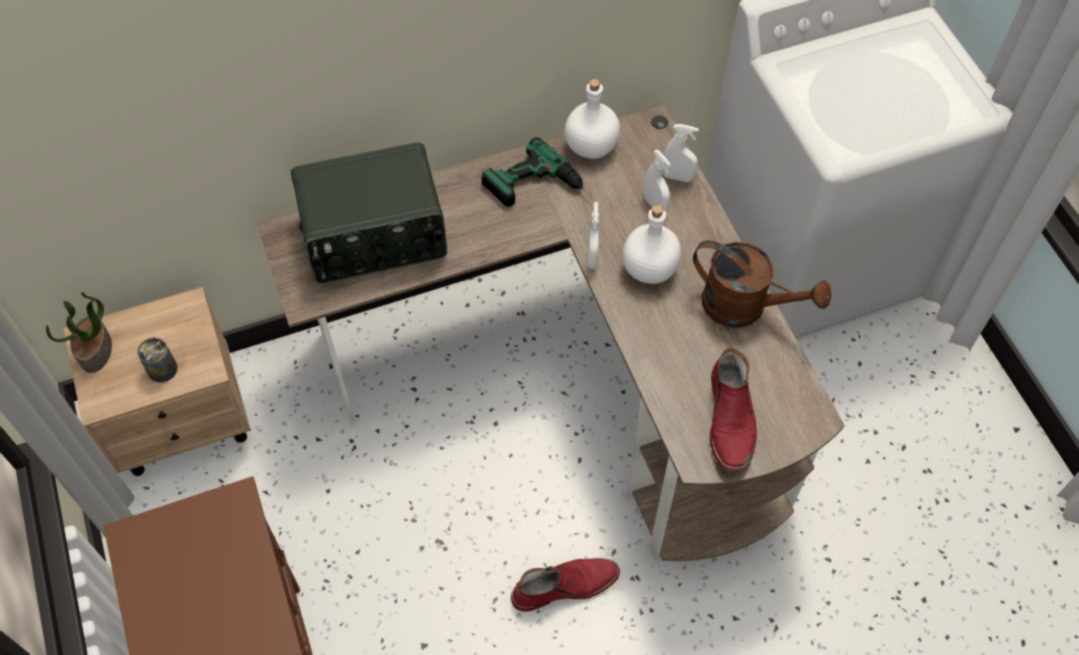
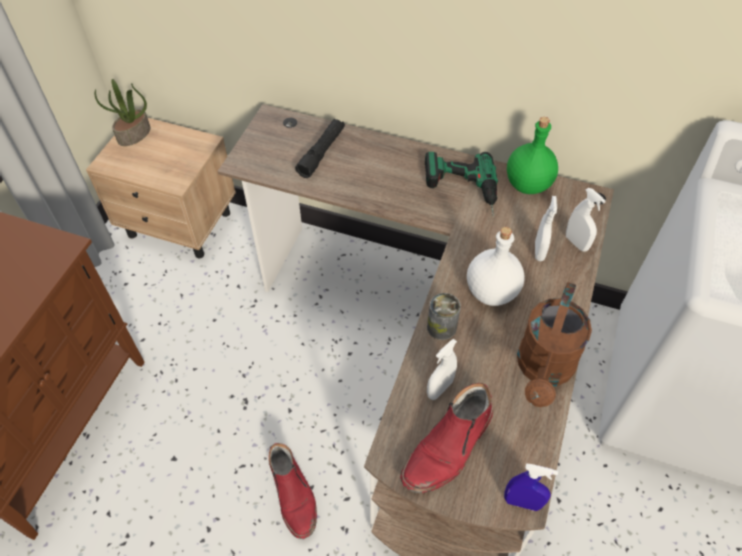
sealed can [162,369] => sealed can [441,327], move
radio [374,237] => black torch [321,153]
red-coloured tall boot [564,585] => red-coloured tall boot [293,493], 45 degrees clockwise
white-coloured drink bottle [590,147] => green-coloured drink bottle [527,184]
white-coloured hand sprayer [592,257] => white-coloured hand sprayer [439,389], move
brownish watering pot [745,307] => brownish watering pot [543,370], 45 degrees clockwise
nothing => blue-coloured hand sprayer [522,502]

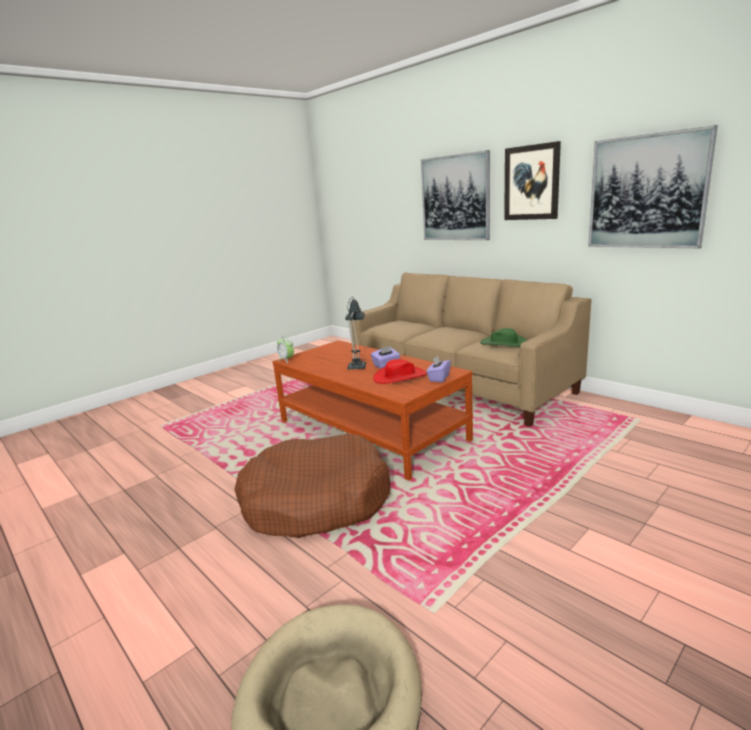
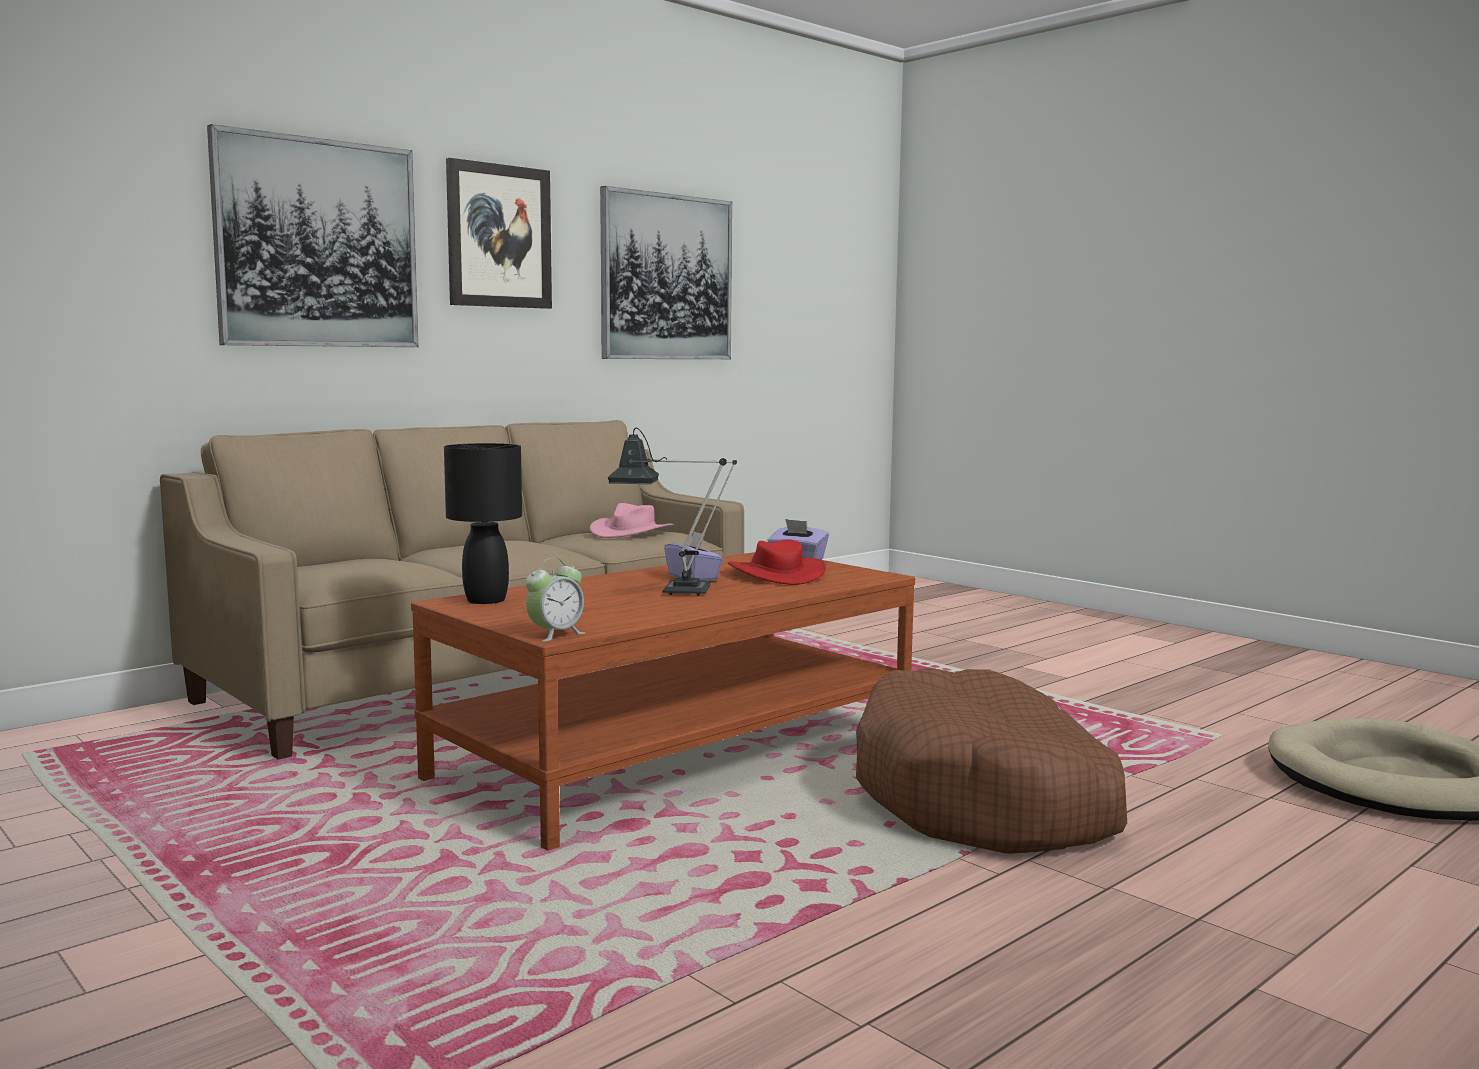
green-coloured clothing hat [504,343] => pinkish clothing hat [631,532]
nothing => black table lamp [486,600]

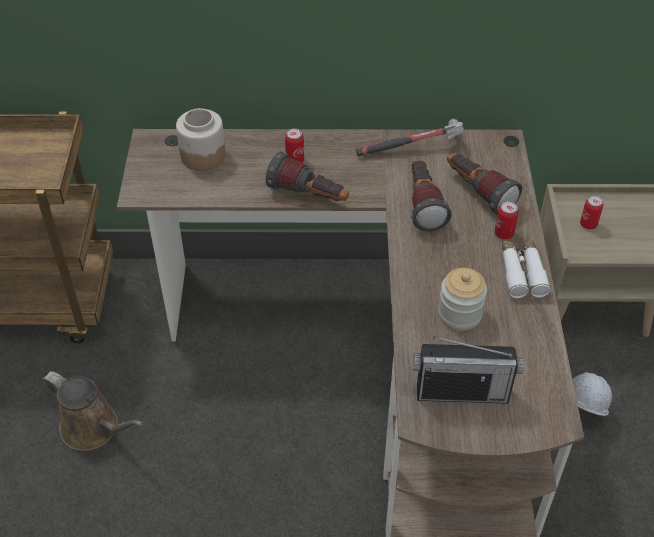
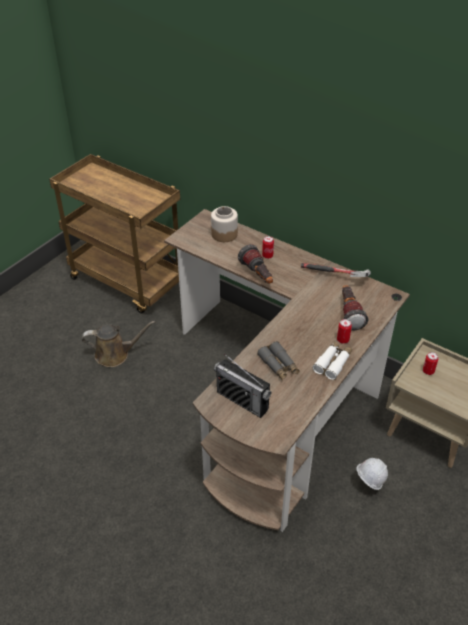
brownish watering pot [94,429] => brownish watering pot [115,354], 75 degrees counterclockwise
torch [423,204] => nothing
storage jar [459,314] => grey field glasses [278,365]

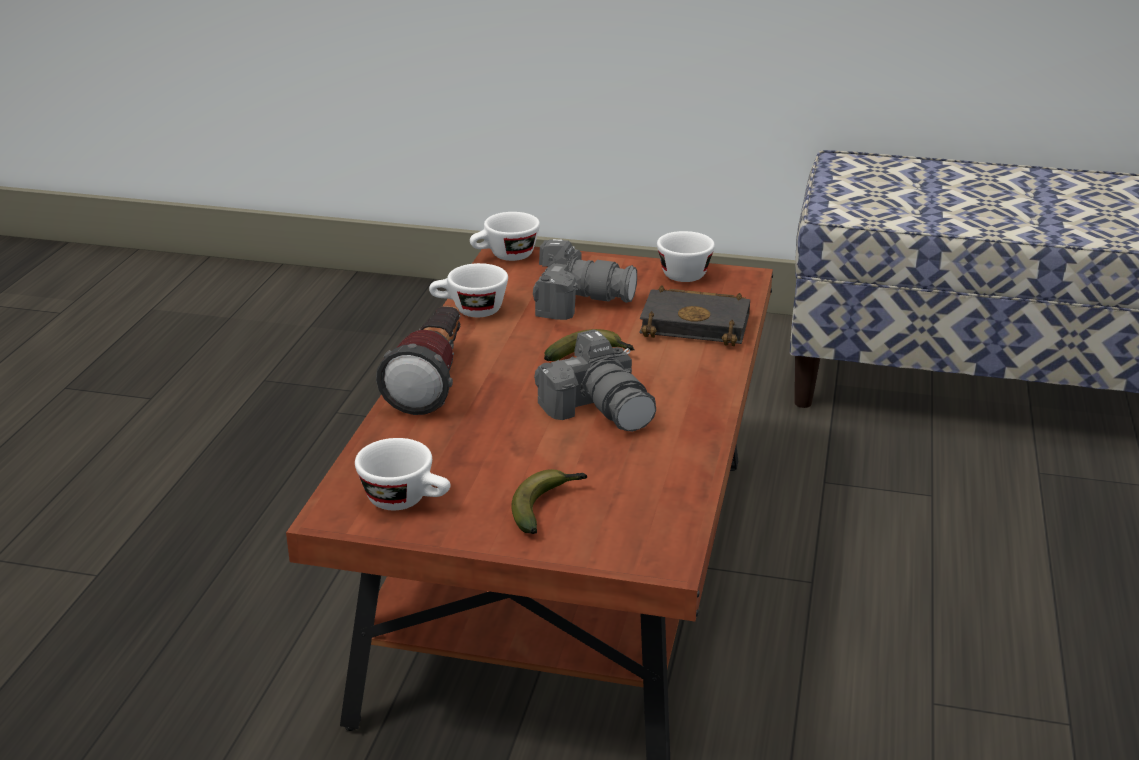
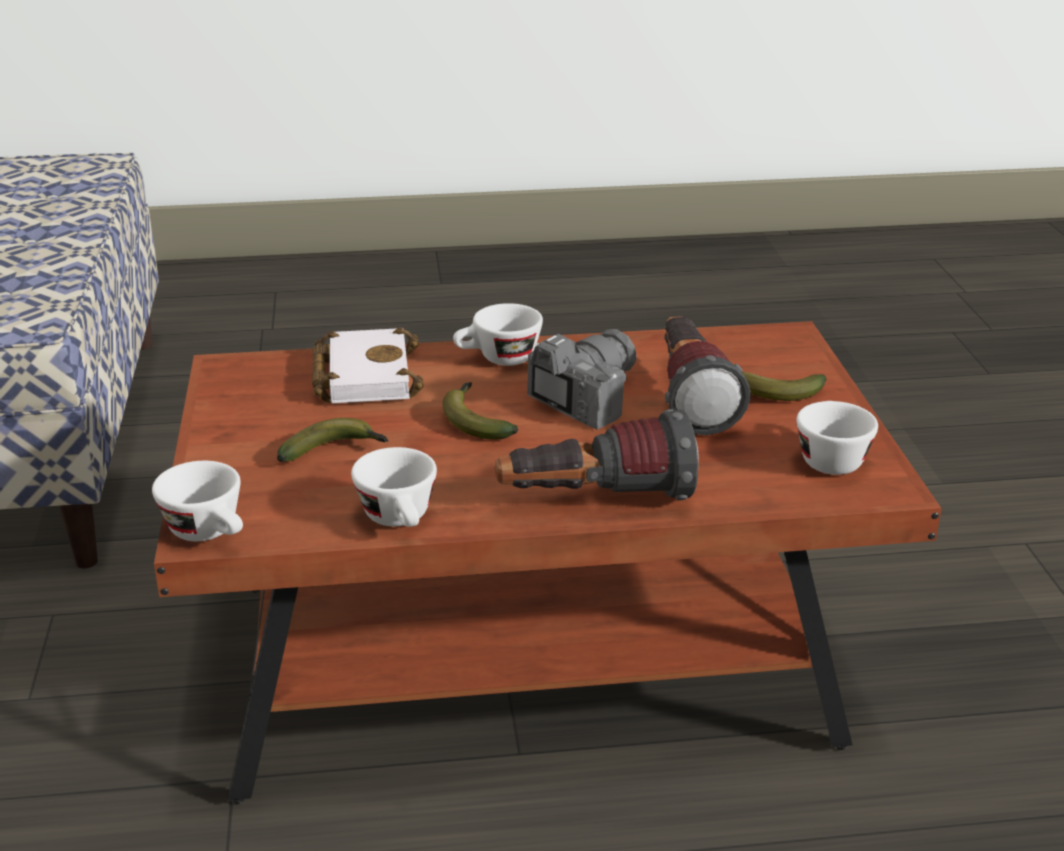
still camera [579,301] => banana [335,451]
black book [698,324] => white-coloured book [363,375]
white-coloured cup [683,272] => white-coloured cup [498,359], move
nothing => torch [690,397]

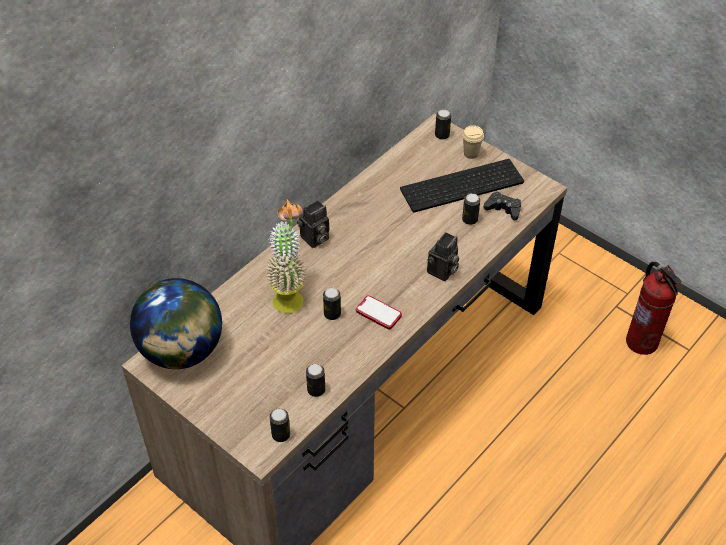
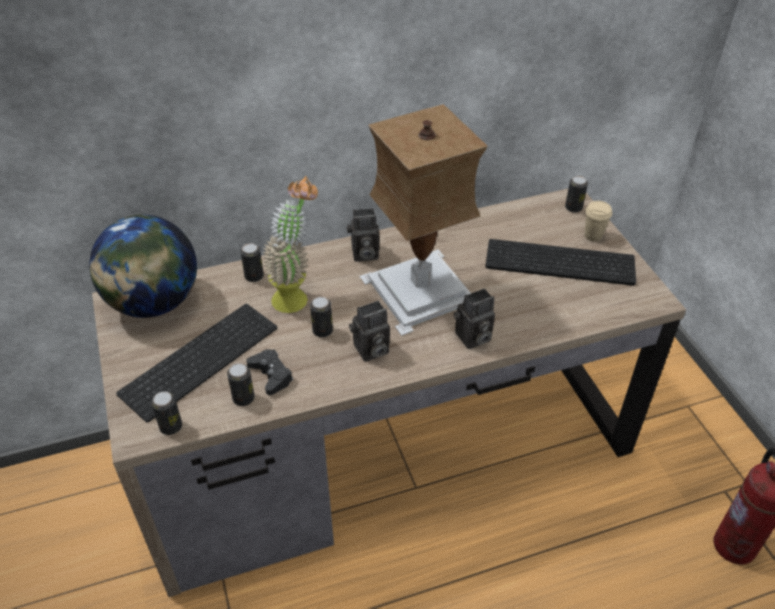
phone [378,313] => still camera [370,351]
sealed can [469,219] => sealed can [254,276], move
black game controller [503,209] => black game controller [271,375], move
nothing => PC keyboard [199,357]
nothing => table lamp [421,288]

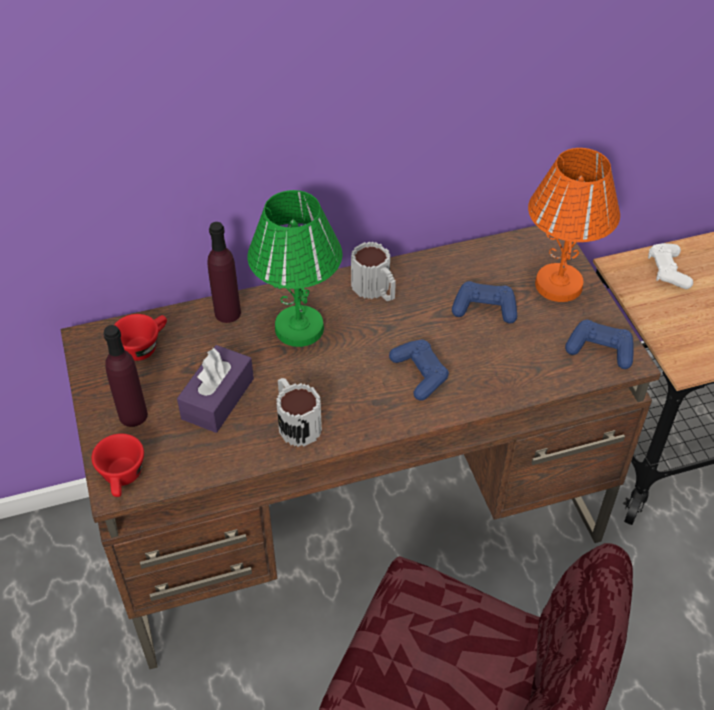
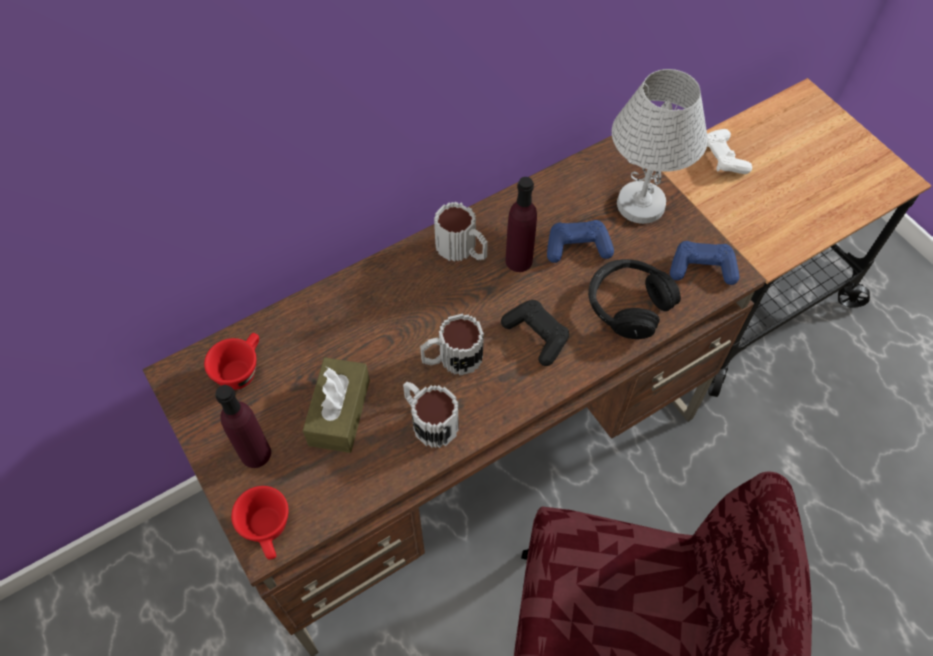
purple-coloured box of tissues [218,398] => brownish box of tissues [339,412]
purple-coloured drink bottle [227,313] => purple-coloured drink bottle [518,261], move
green-coloured table lamp [300,328] => nothing
blue-coloured game controller [419,374] => black game controller [536,336]
orange-coloured table lamp [559,285] => white-coloured table lamp [641,204]
nothing => tea mug [451,359]
nothing => black pair of headphones [628,304]

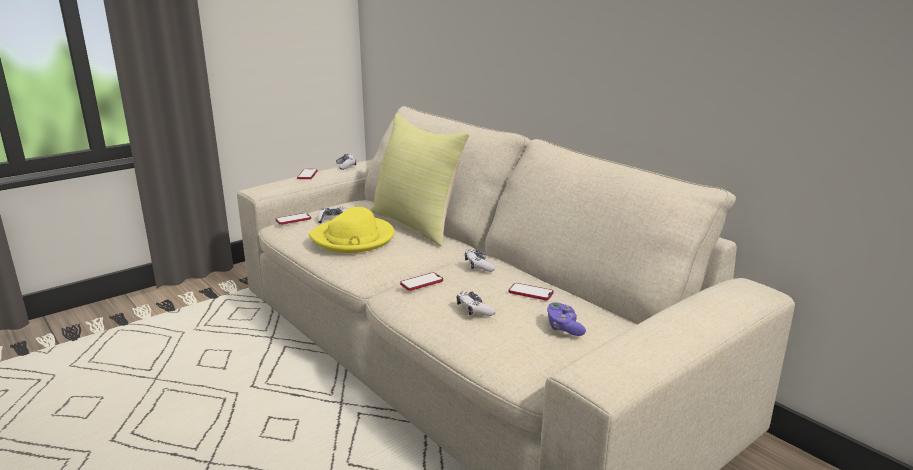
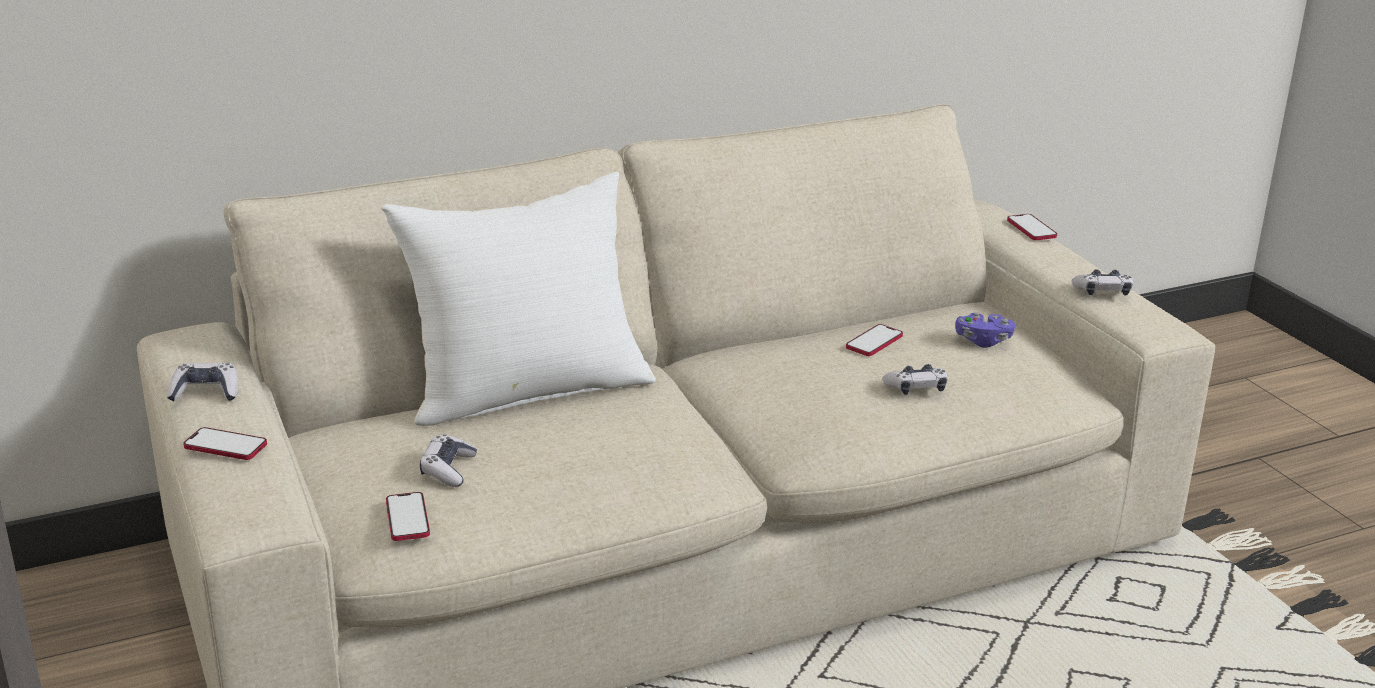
yellow clothing hat [353,239] => nothing
yellow throw pillow [417,224] => white-coloured throw pillow [527,390]
phone [421,283] => phone [1031,229], move
game controller [479,266] => game controller [1103,292], move

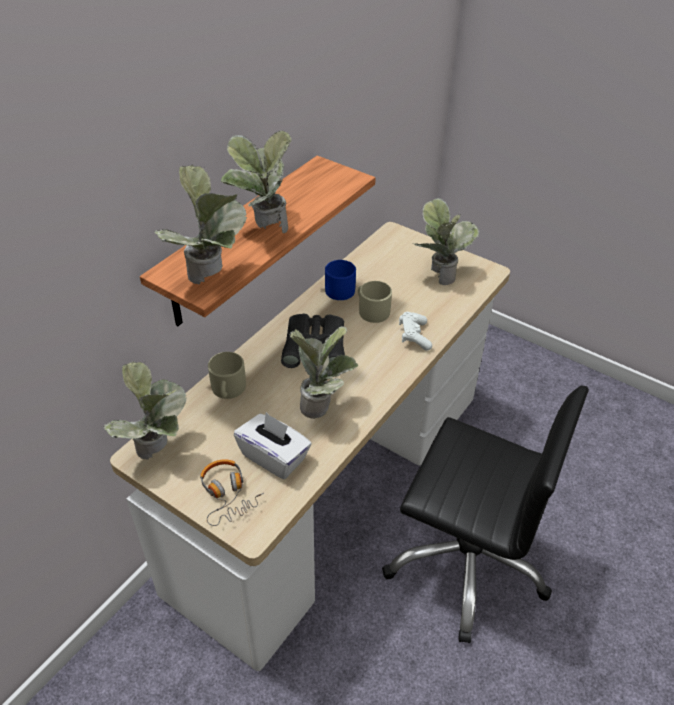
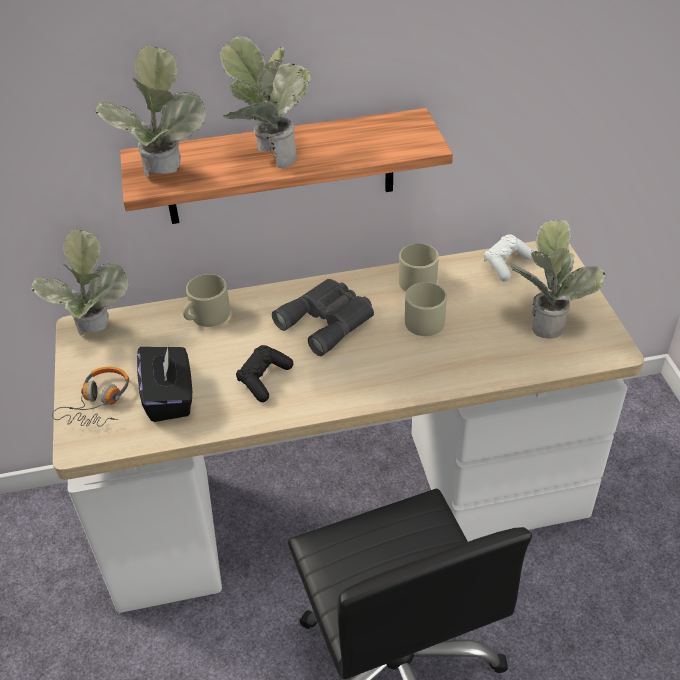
white-coloured box of tissues [274,457] => black box of tissues [170,397]
potted plant [322,405] => black game controller [264,379]
blue-coloured tea mug [337,288] => beige-coloured tea mug [418,279]
white-coloured game controller [414,336] => white-coloured game controller [506,264], move

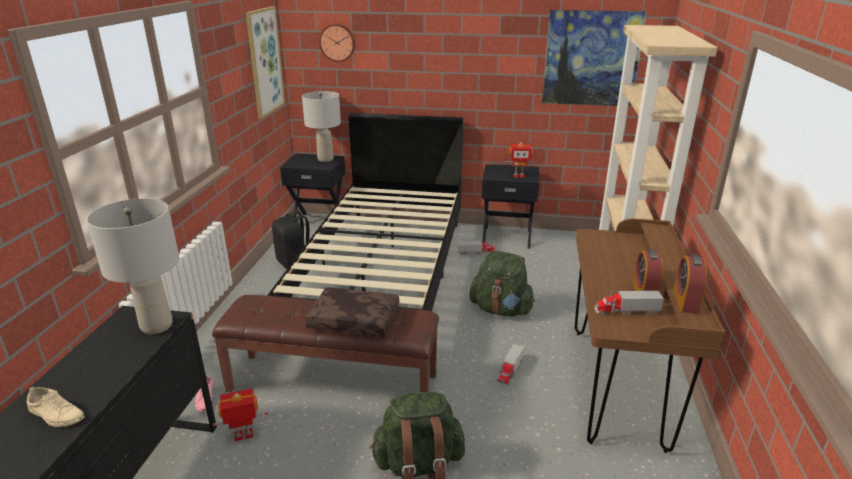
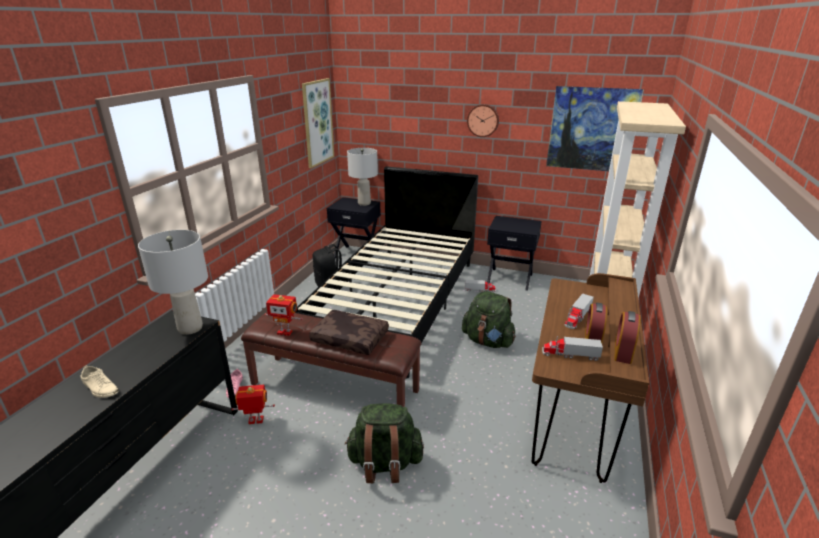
wall clock [337,42] => wall clock [483,120], move
toy truck [510,371] => toy truck [577,317], move
toy robot [518,176] => toy robot [285,332], move

